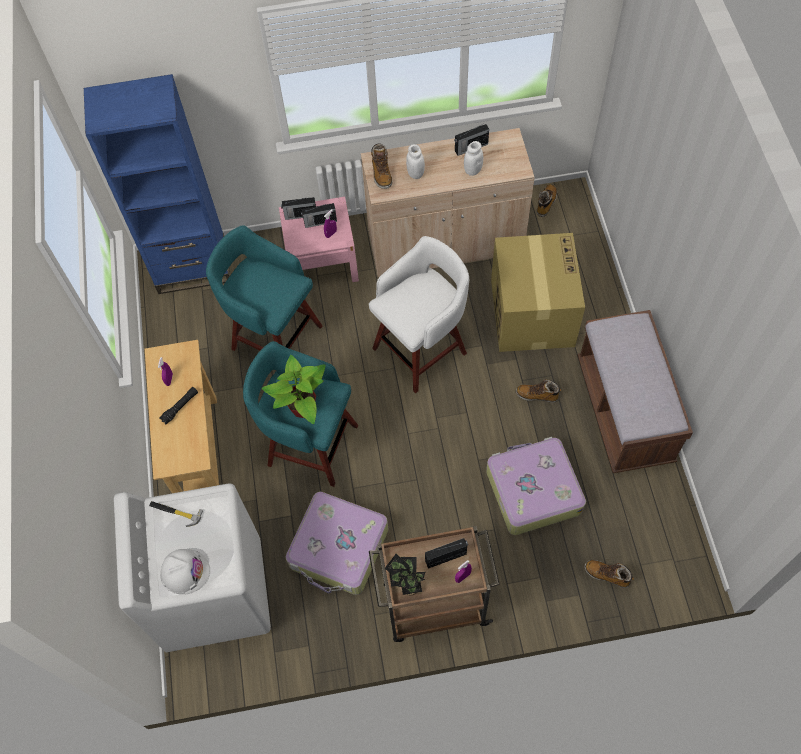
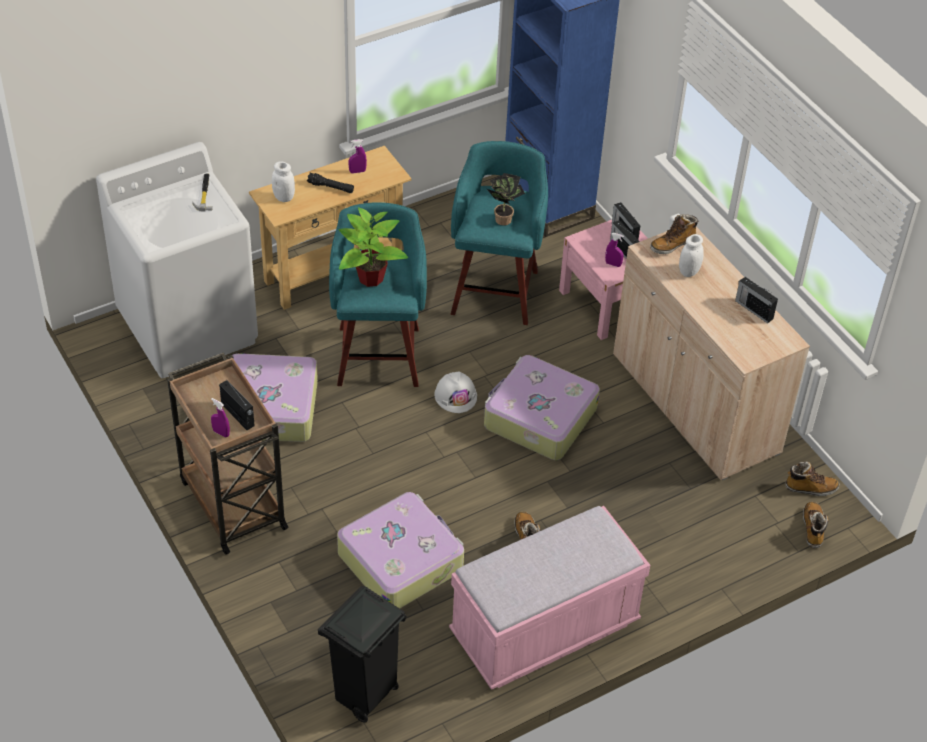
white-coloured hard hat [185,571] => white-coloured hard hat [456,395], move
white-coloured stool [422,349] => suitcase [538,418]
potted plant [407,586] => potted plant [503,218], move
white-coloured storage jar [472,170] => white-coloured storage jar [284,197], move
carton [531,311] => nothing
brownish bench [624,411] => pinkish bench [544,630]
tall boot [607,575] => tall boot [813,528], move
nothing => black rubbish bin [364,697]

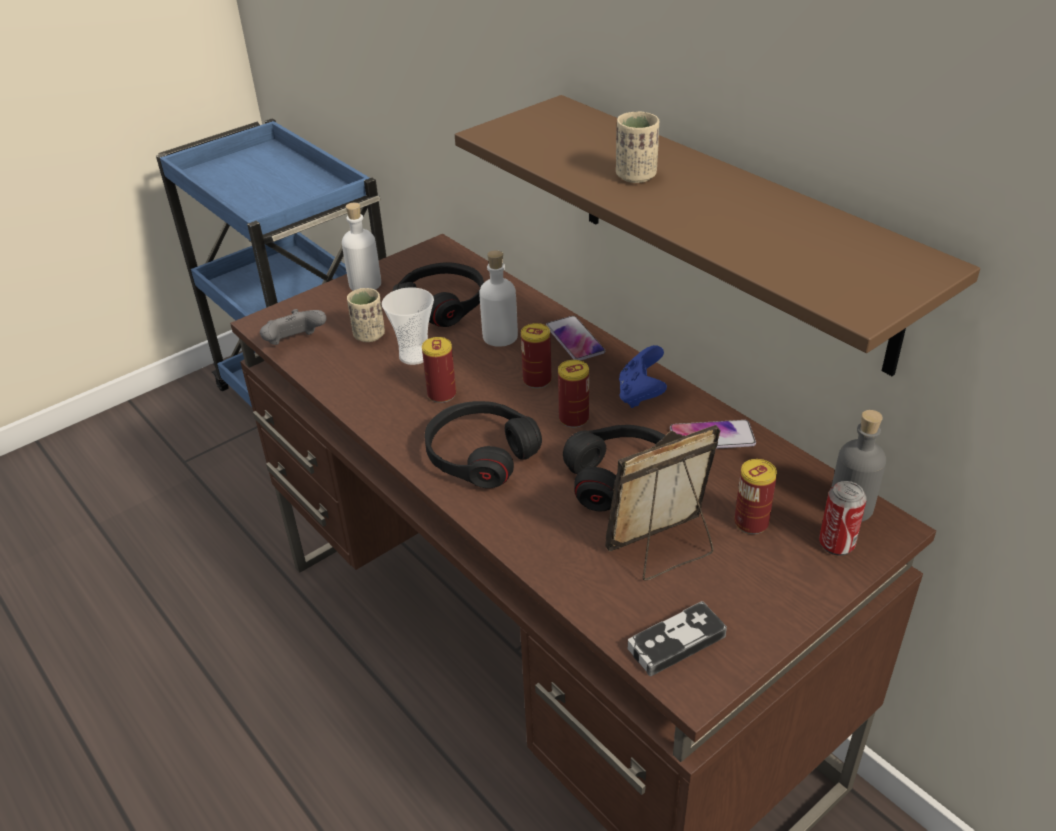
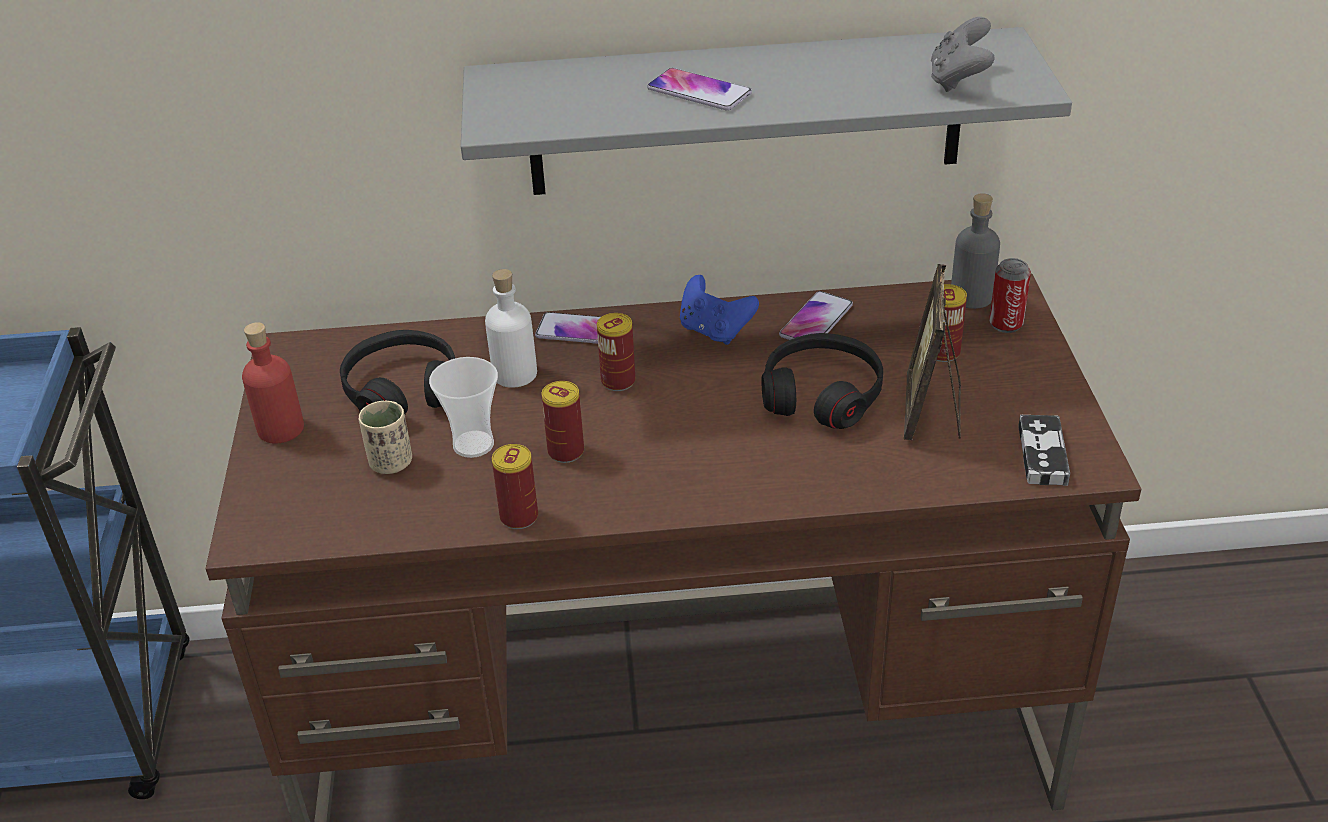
grey game controller [295,344] => grey game controller [959,80], move
white-coloured drink bottle [365,284] => red-coloured drink bottle [280,429]
black pair of headphones [480,454] => nothing
brownish shelf [731,230] => grey shelf [745,113]
sealed can [573,418] => sealed can [519,517], move
beige-coloured cup [636,176] => phone [699,91]

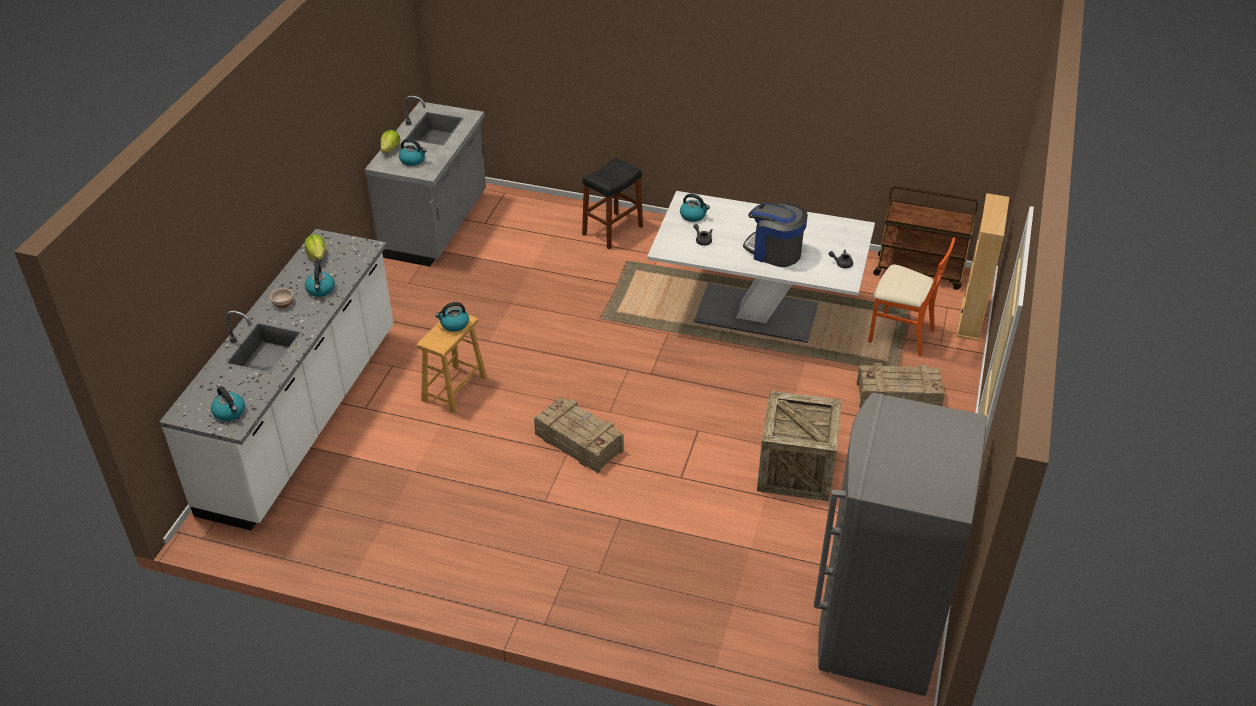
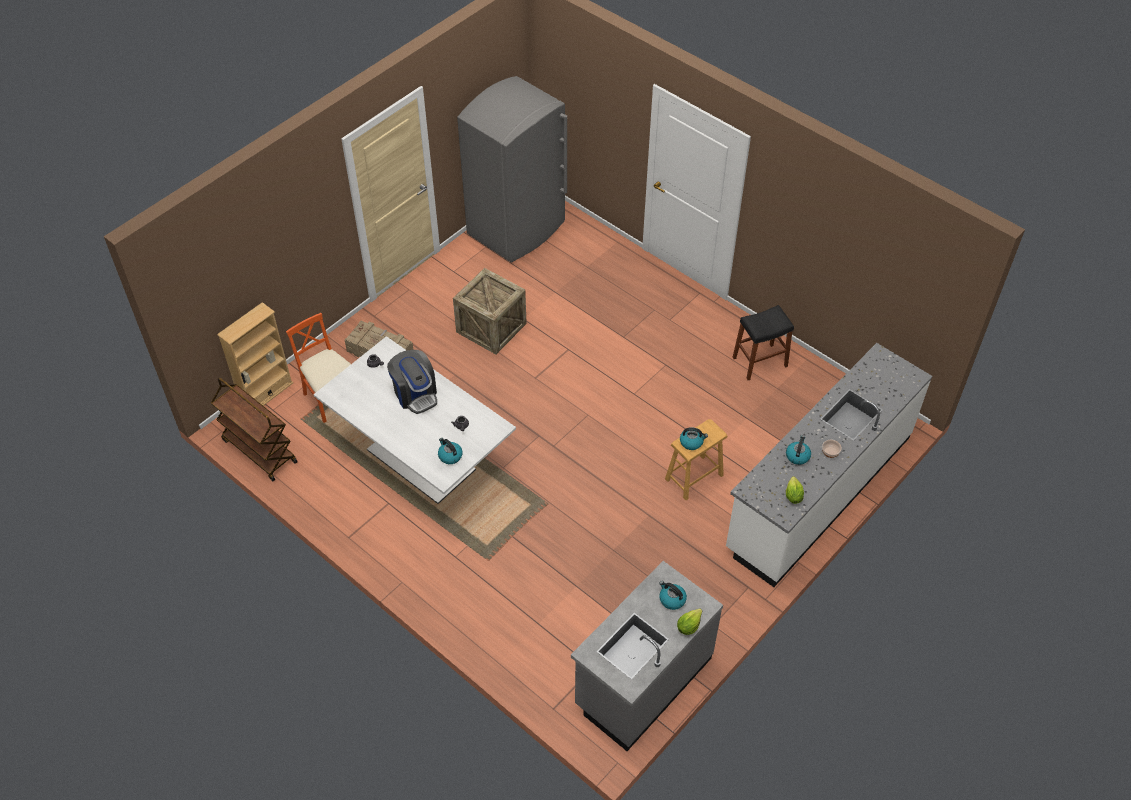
kettle [230,412] => nothing
shipping crate [579,442] => nothing
black stool [612,230] => black stool [760,362], move

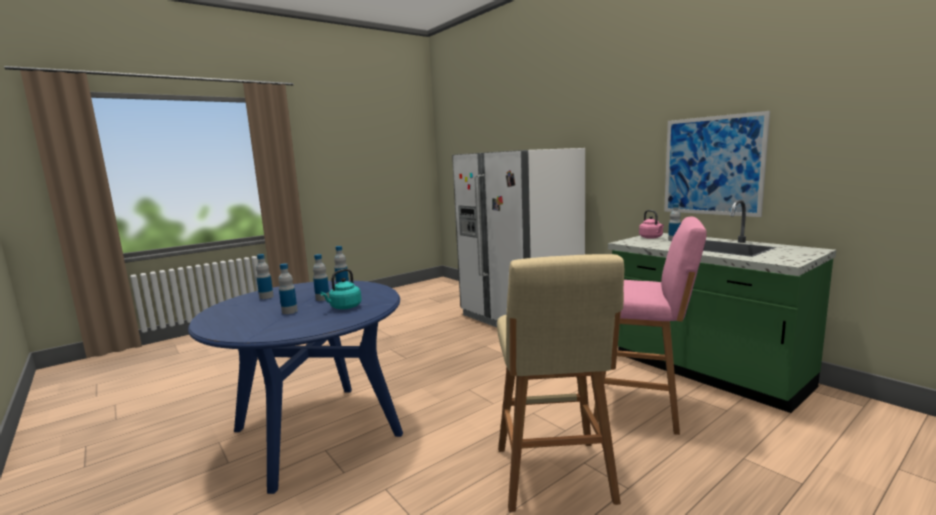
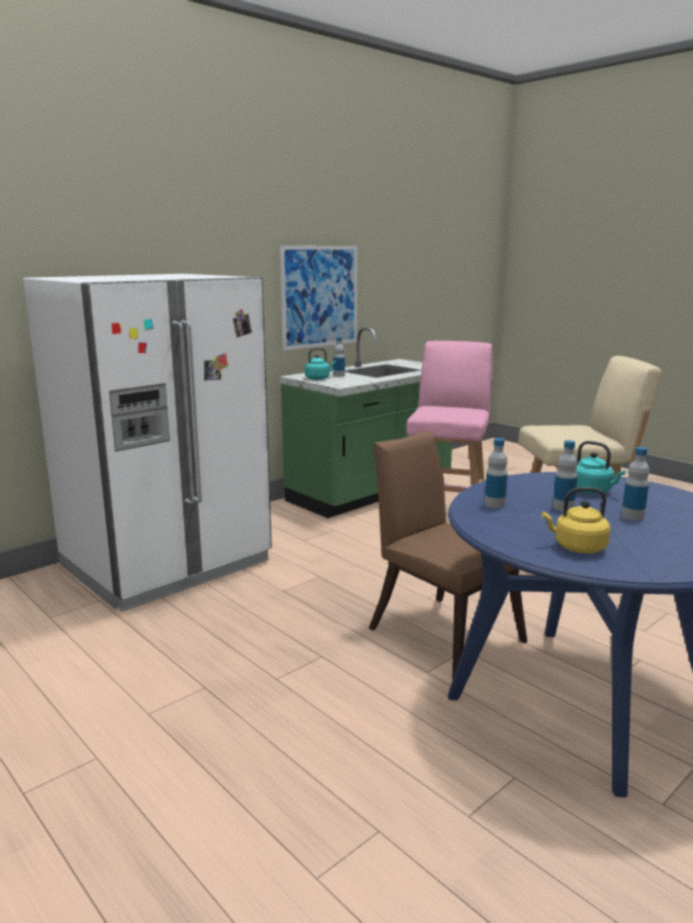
drink bottle [266,297] => yellow kettle [577,547]
pinkish kettle [651,237] => turquoise-coloured kettle [318,378]
nothing => brownish upright chair [440,631]

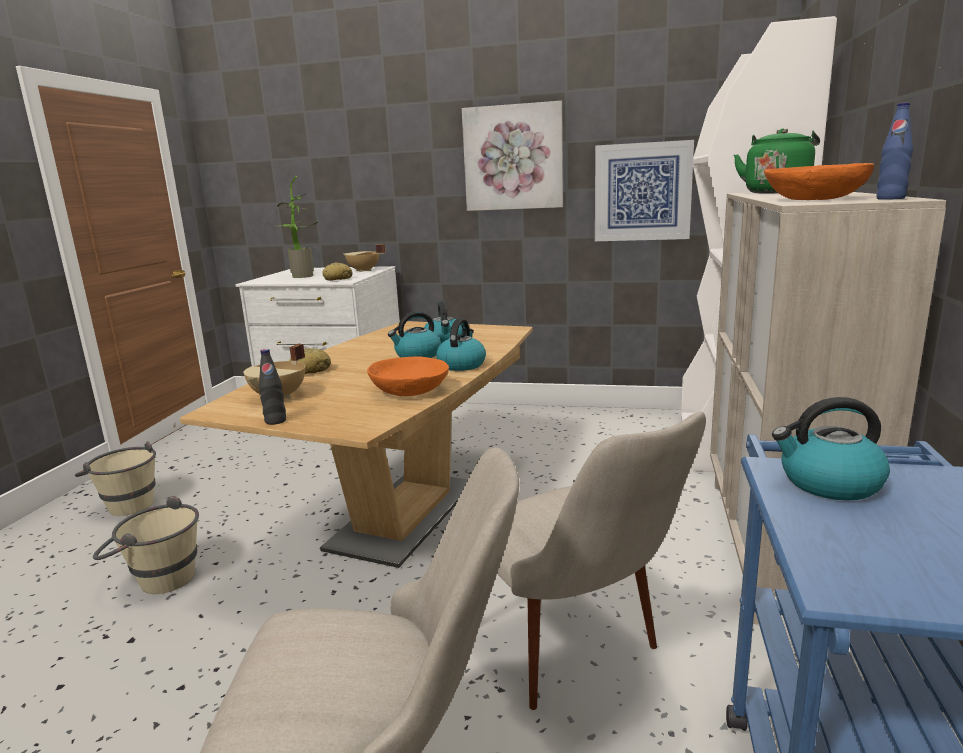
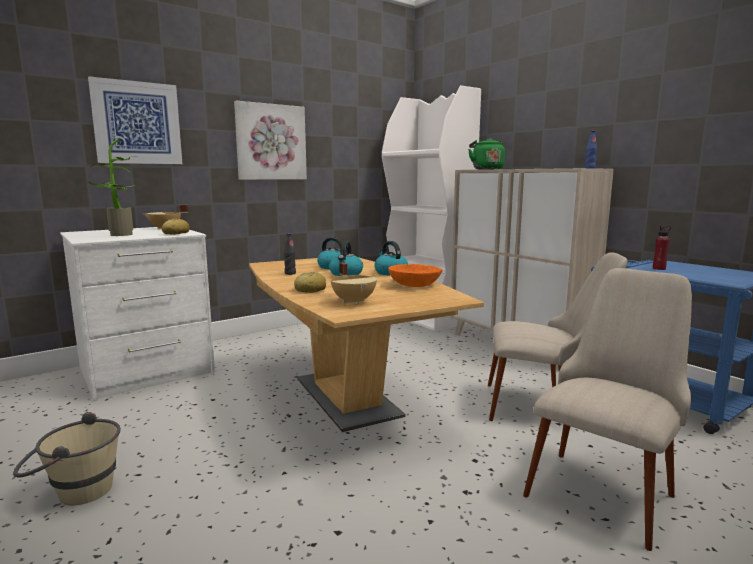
beige-coloured pail [157,579] => nothing
black drink bottle [275,421] => black drink bottle [290,273], move
wall picture [642,192] => wall picture [137,123], move
orange-coloured bowl [815,199] => nothing
kettle [828,483] => red-coloured drink bottle [659,269]

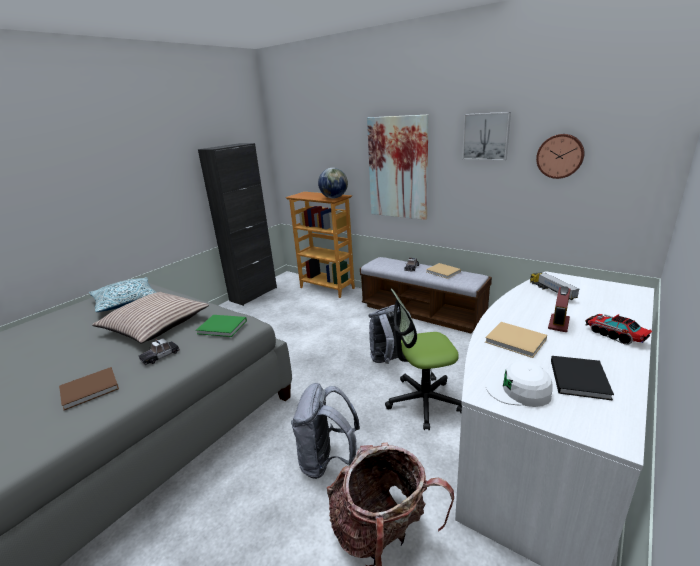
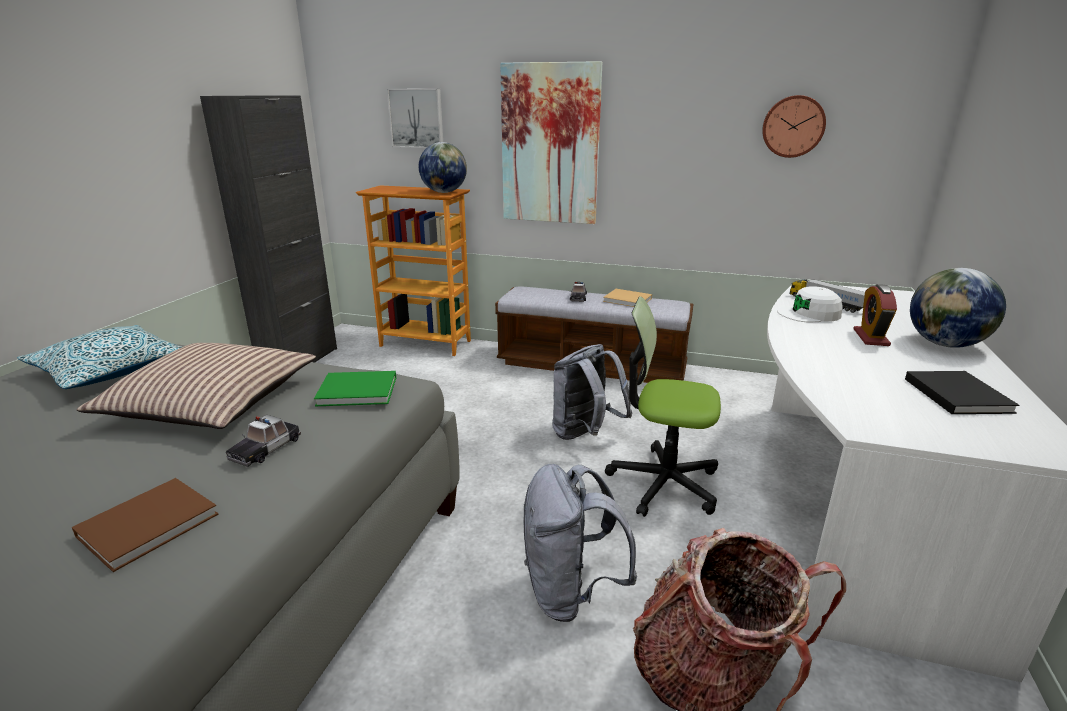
desk chair [423,401] => desk chair [663,483], 45 degrees clockwise
wall picture [486,136] => wall picture [417,118], move
beige-coloured book [517,341] => nothing
white-coloured peaked cap [519,390] => white-coloured peaked cap [809,314], move
toy truck [614,335] => desk globe [945,344]

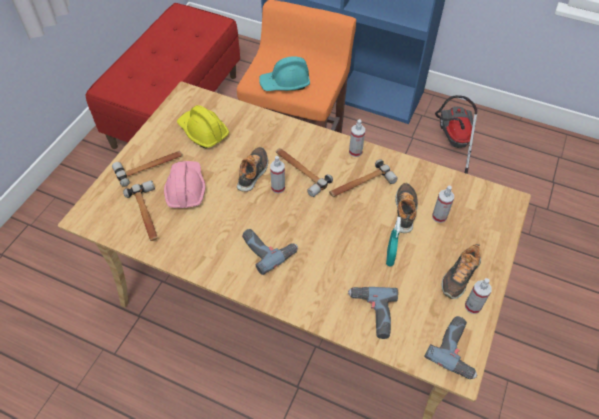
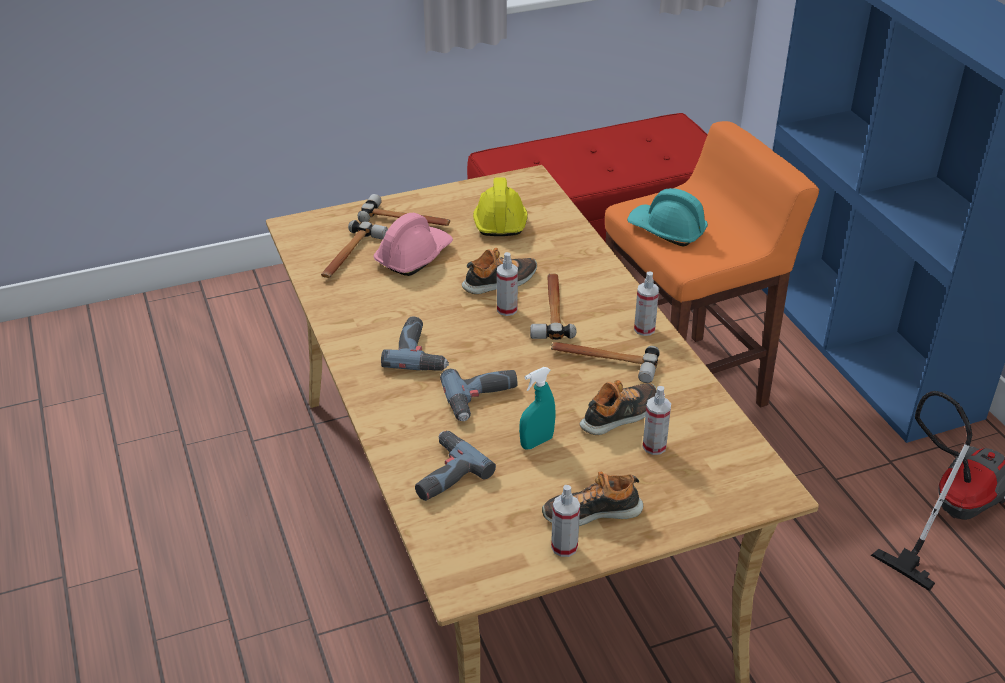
drill [457,349] => drill [483,400], move

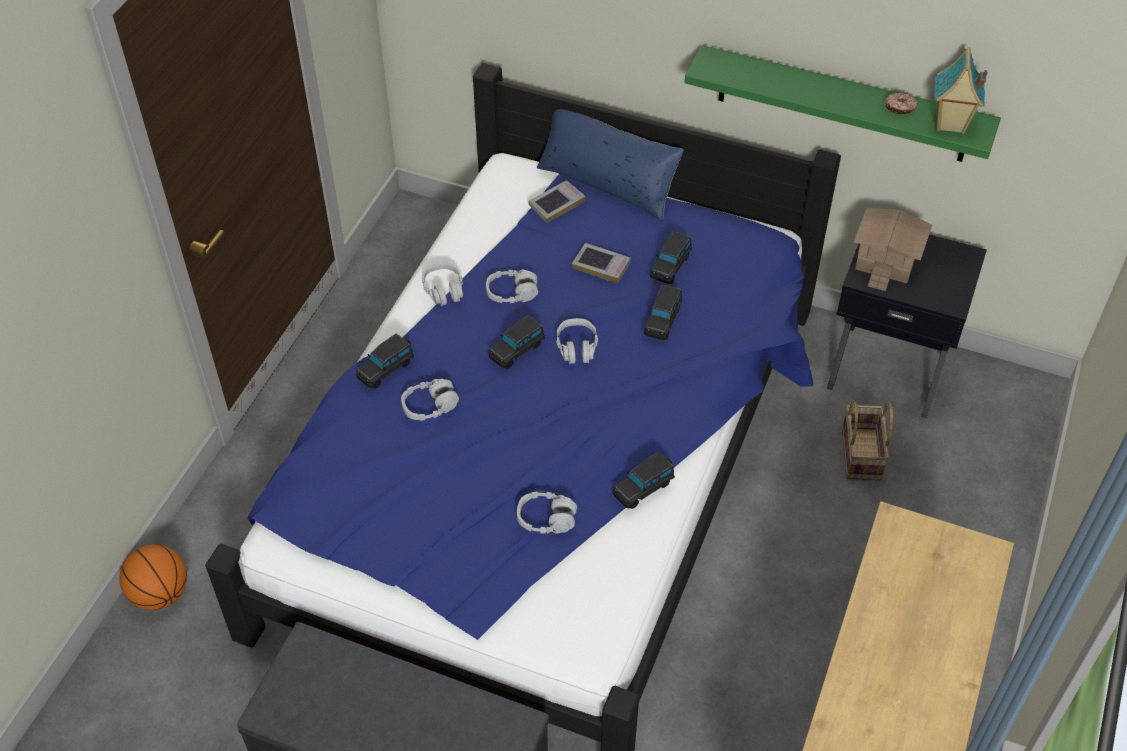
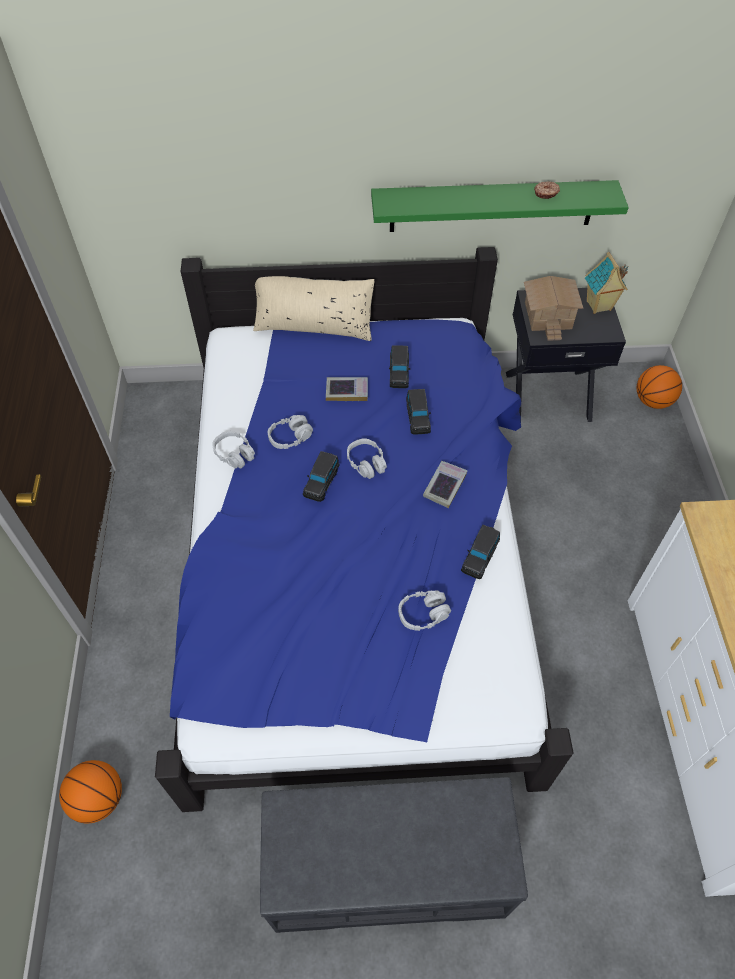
black toy car [386,369] => nothing
grey pair of headphones [430,406] => nothing
book [556,204] => book [444,486], move
blue-coloured throw pillow [607,183] => beige-coloured throw pillow [314,325]
household basket [862,455] => nothing
model house [950,124] => model house [598,306], move
nothing => basketball [653,401]

